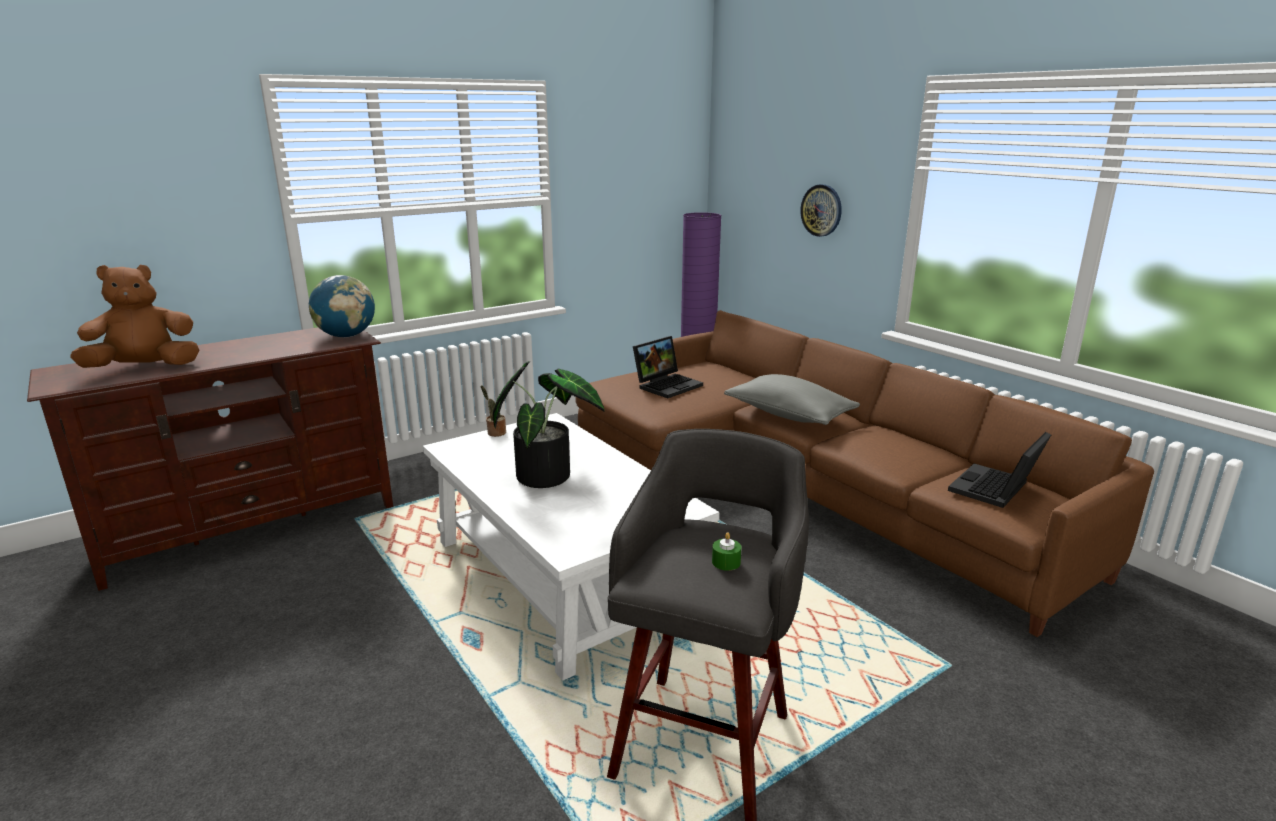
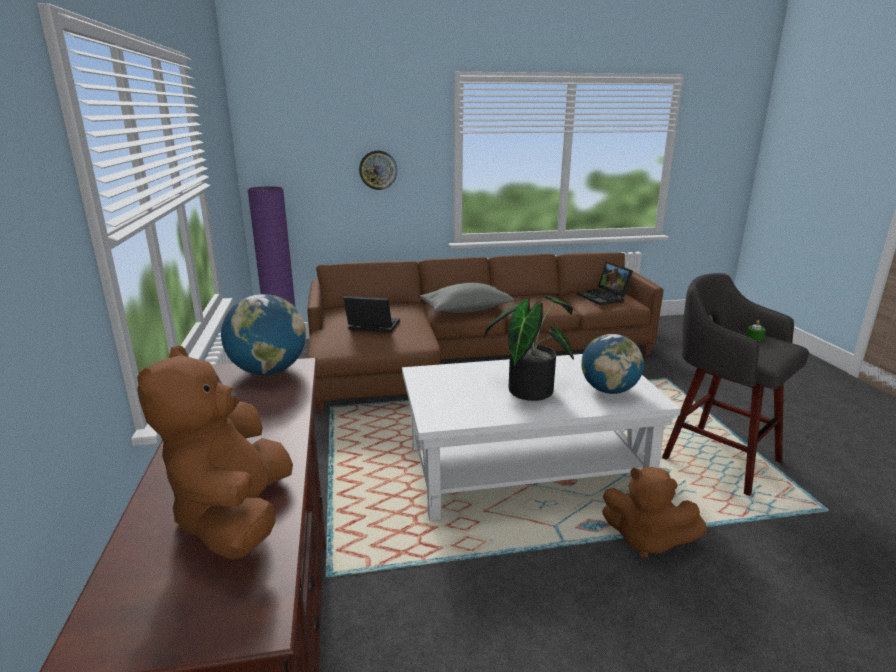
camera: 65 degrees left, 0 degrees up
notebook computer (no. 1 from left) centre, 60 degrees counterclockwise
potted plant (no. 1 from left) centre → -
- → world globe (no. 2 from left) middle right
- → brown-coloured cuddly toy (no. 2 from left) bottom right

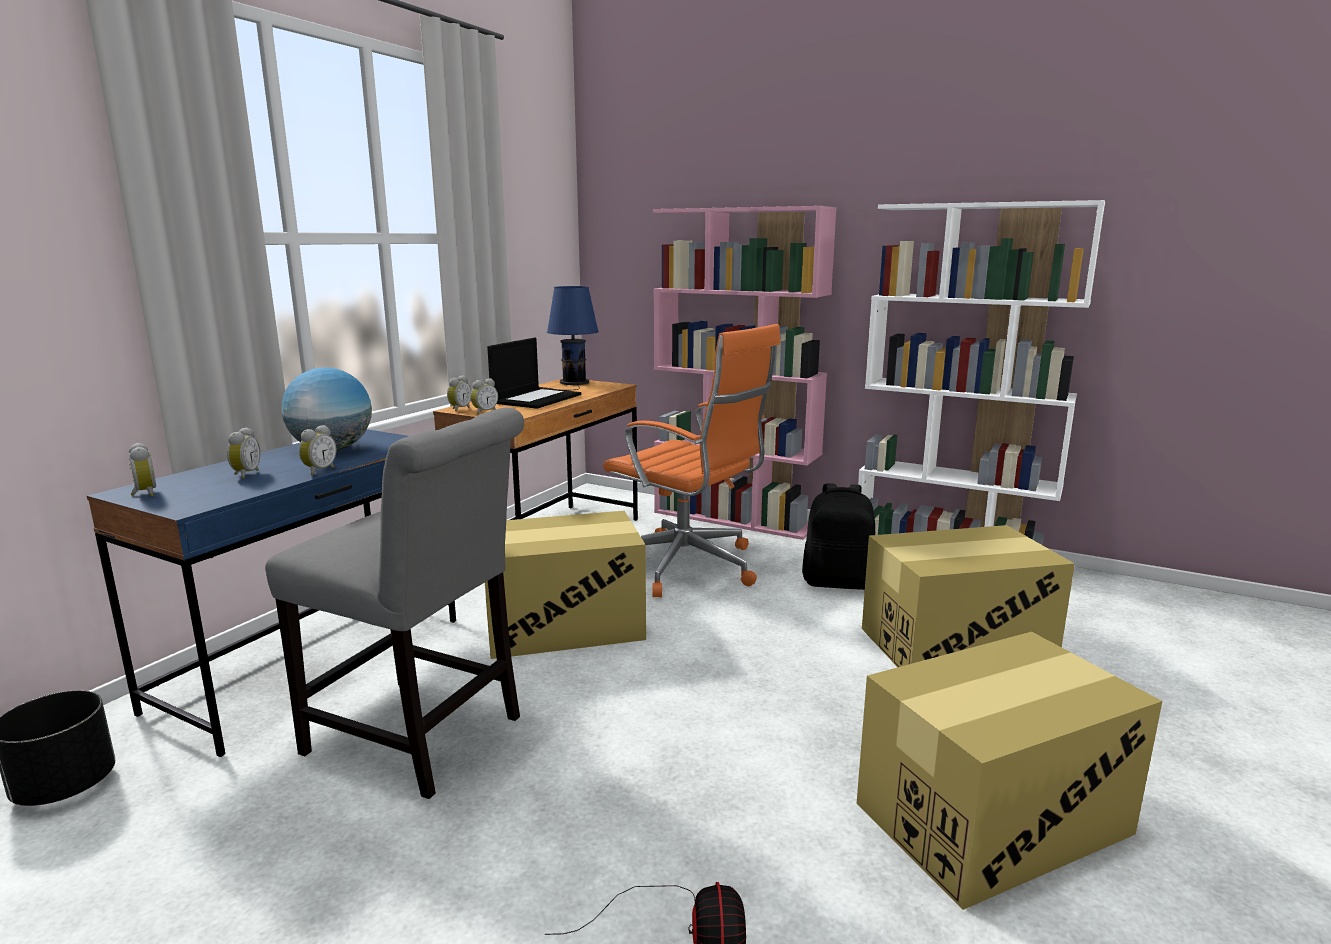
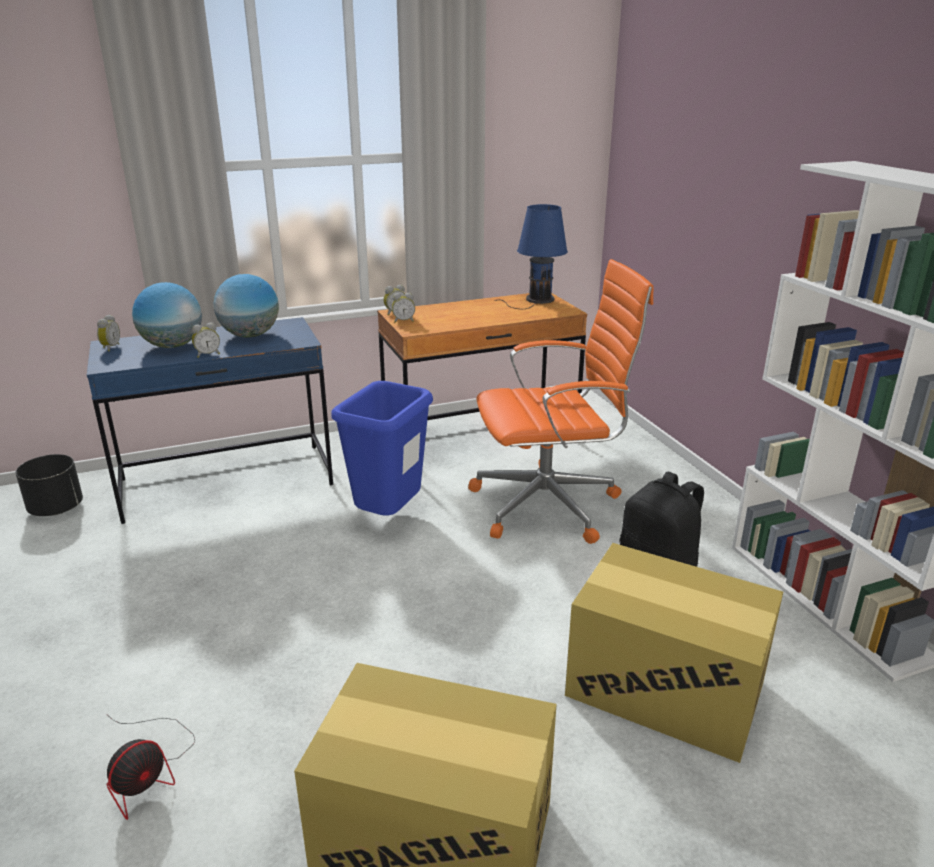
camera: 40 degrees right, 10 degrees up
pink shelving unit centre → -
orange-coloured office chair centre, 90 degrees counterclockwise
notebook computer centre → -
gray chair middle left → -
bedside clock (no. 2 from left) middle left → world globe (no. 1 from left) middle left
packing box (no. 1 from left) centre → blue-coloured trash can centre

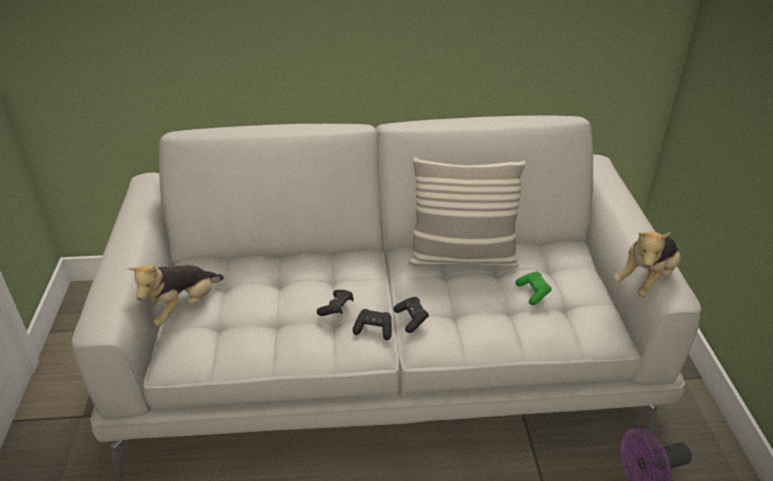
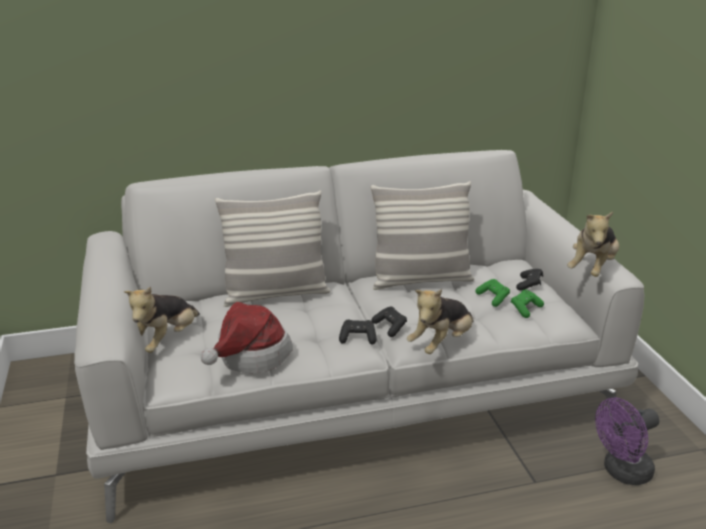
camera: 10 degrees left, 10 degrees down
black gamepad (no. 1 from left in the first image) centre → black gamepad (no. 3 from left) middle right, relocated
- → cushion (no. 1 from left) centre
- → cuddly toy (no. 2 from left) centre
- → green gamepad (no. 2 from left) middle right
- → wearable hat centre

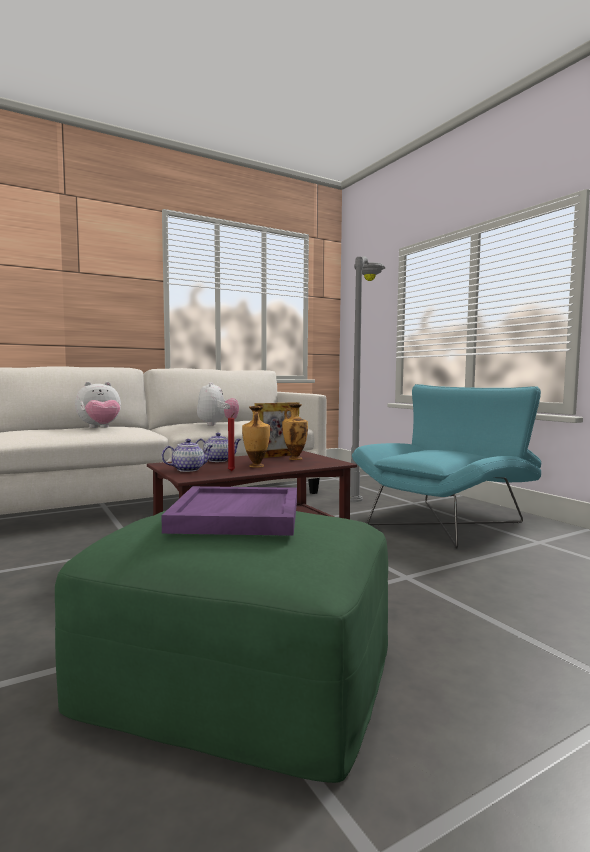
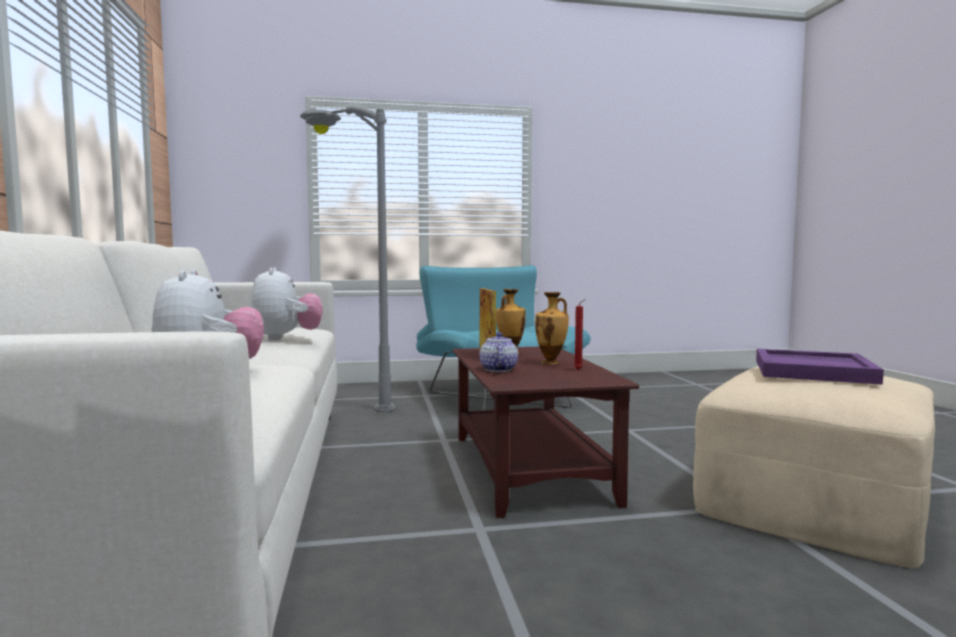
camera: 70 degrees left, 0 degrees up
cuddly toy (no. 2 from left) centre → cuddly toy (no. 2 from left) middle left, 60 degrees clockwise
tea pot (no. 1 from left) middle left → -
green footrest bottom centre → beige-coloured footrest bottom right

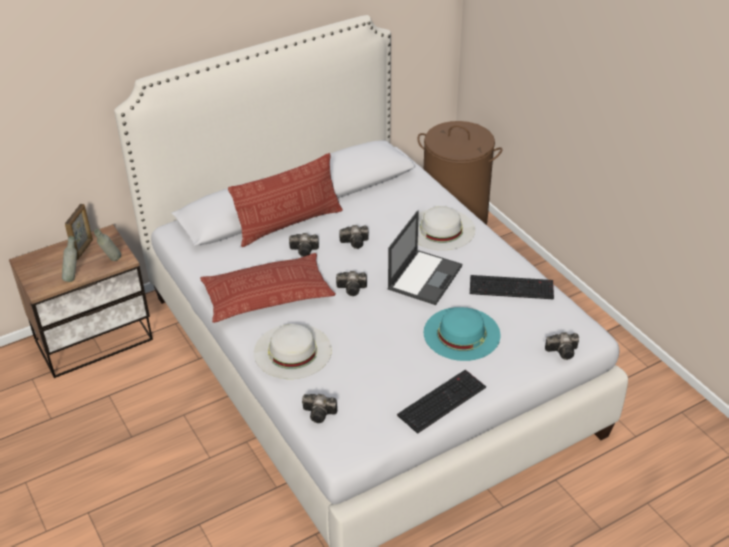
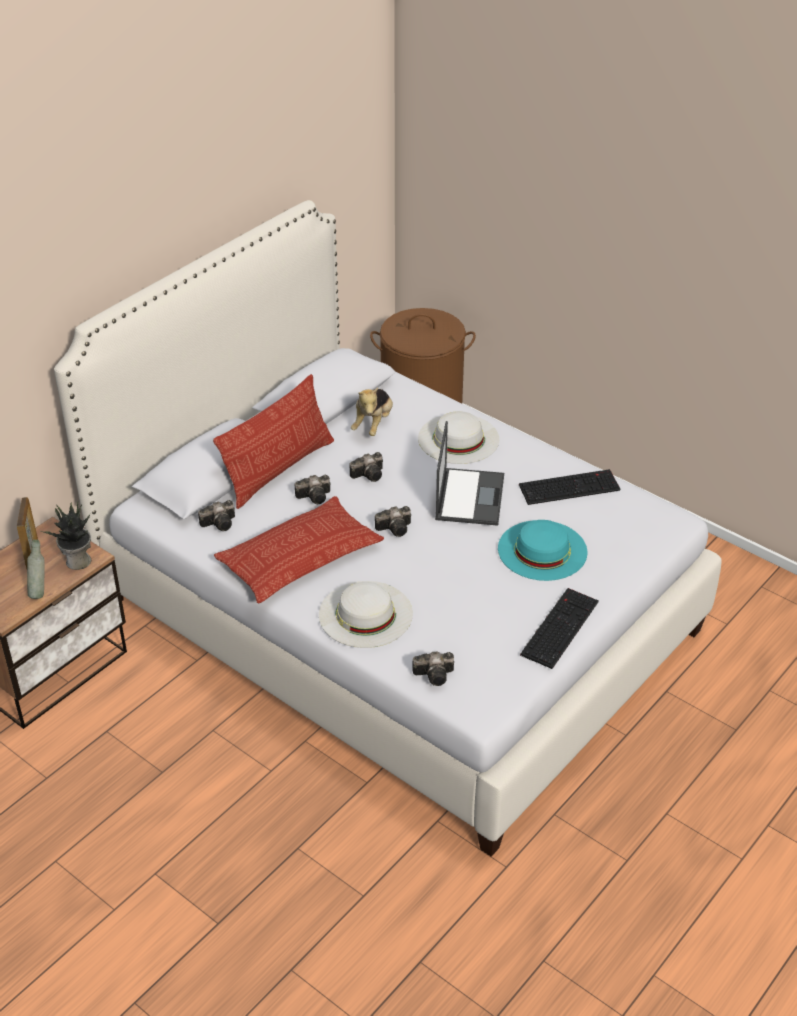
camera: 20 degrees left, 0 degrees up
gray bottle (no. 2 from left) middle left → potted plant middle left
still camera (no. 5 from left in the first image) middle right → still camera (no. 1 from left) middle left, relocated
- → cuddly toy centre

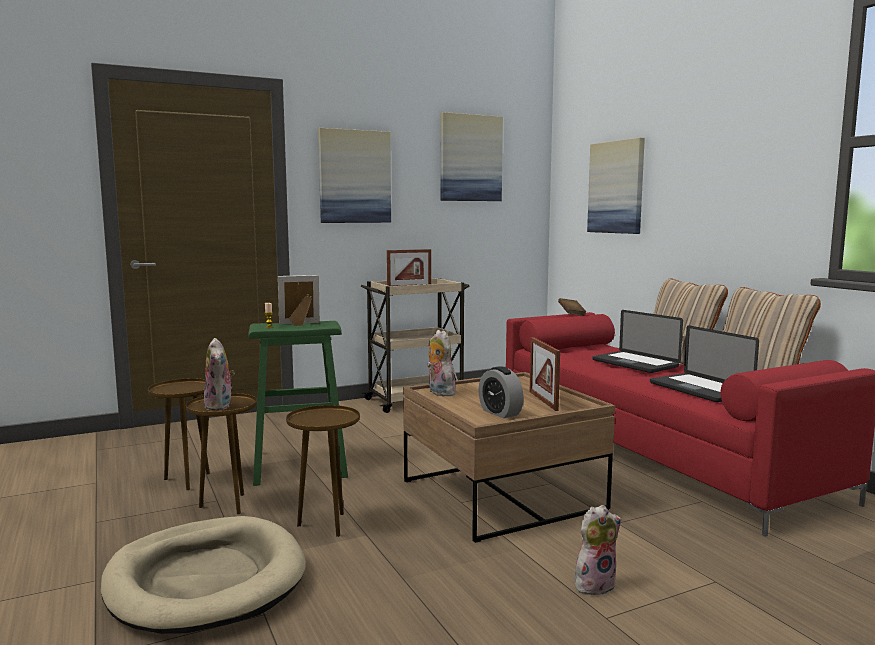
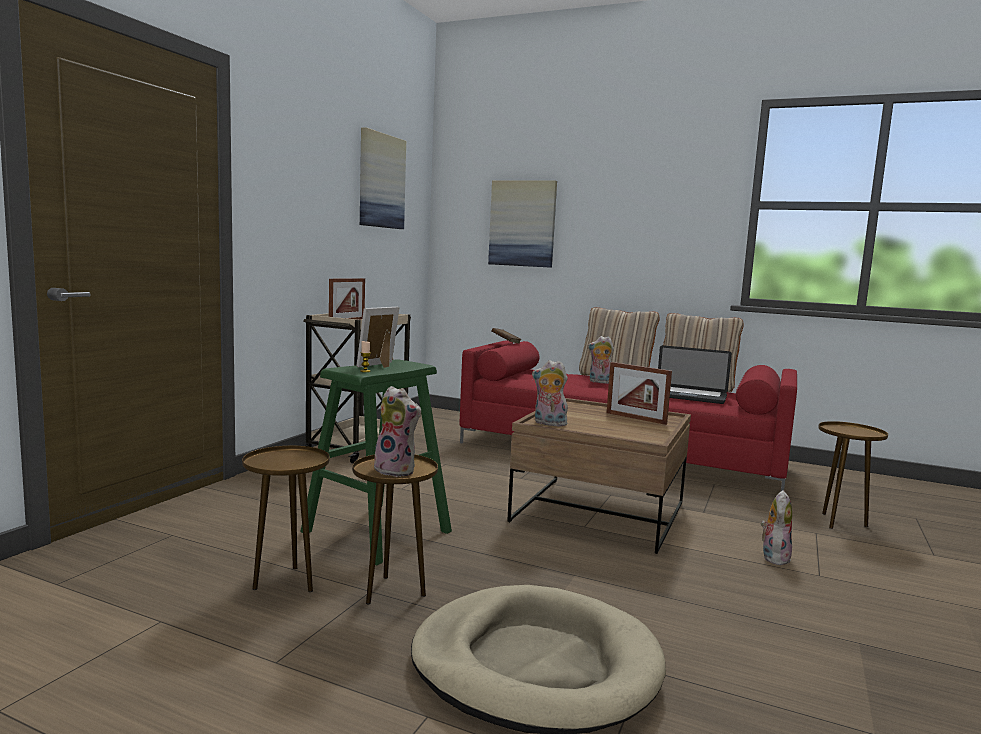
camera: 40 degrees left, 0 degrees up
wall art (no. 1 from left) top centre → -
notebook computer (no. 1 from left) middle right → cuddly toy (no. 3 from left) centre
bedside clock centre → -
brown-coloured side table (no. 3 from left) bottom centre → brown-coloured side table (no. 3 from left) middle right, relocated

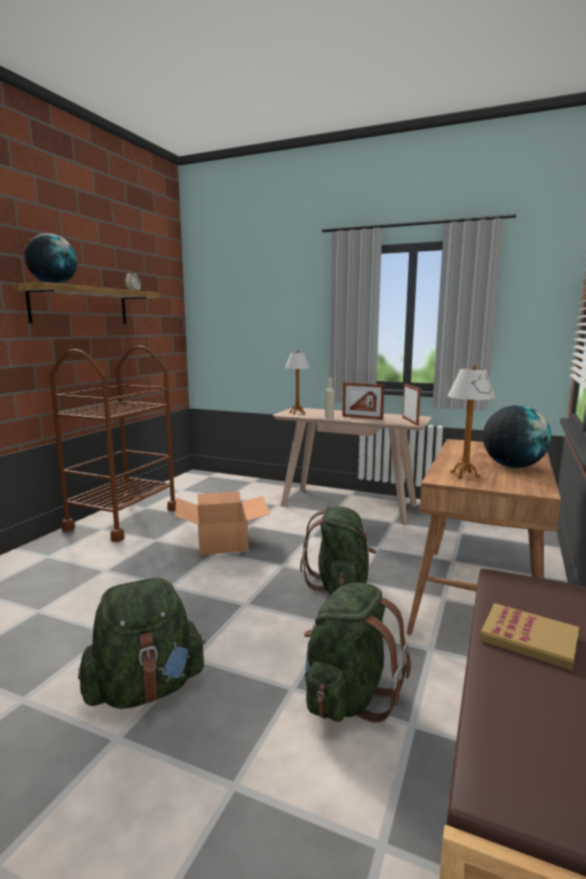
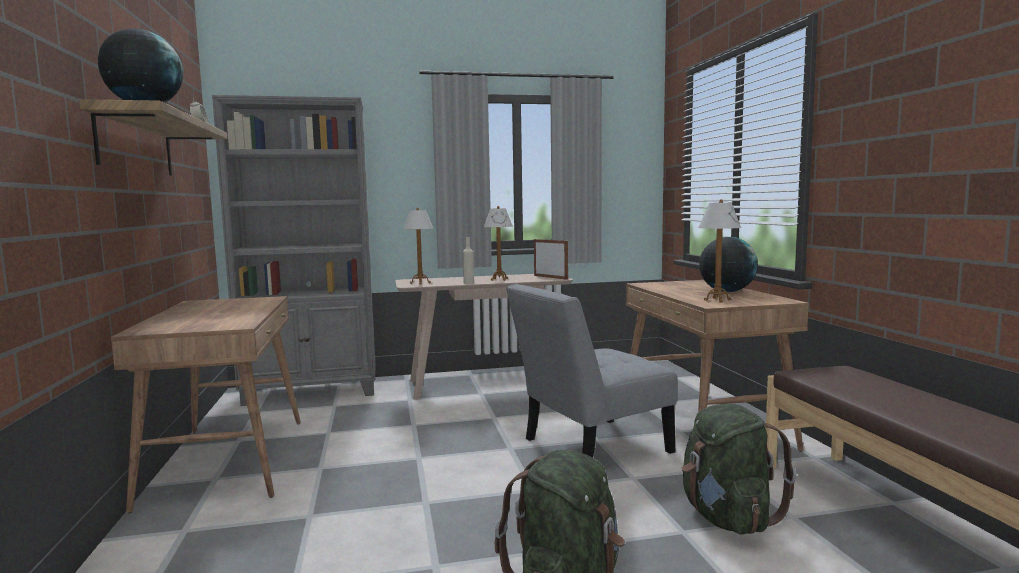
camera: 35 degrees left, 5 degrees down
brown-coloured cart middle left → brown-coloured desk (no. 1 from left) bottom left
standing frame (no. 1 from left) centre → tabletop lamp (no. 2 from left) centre
packing box centre → -
green knapsack (no. 2 from left) centre → gray chair centre
volume bottom right → -
- → gray shelving unit middle left

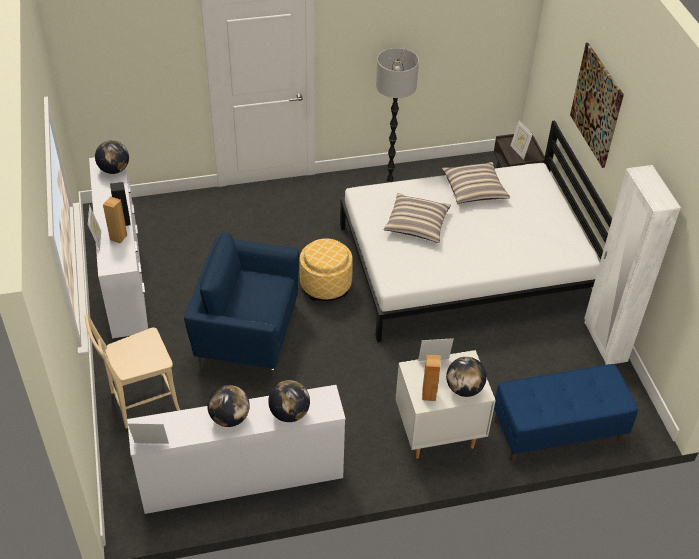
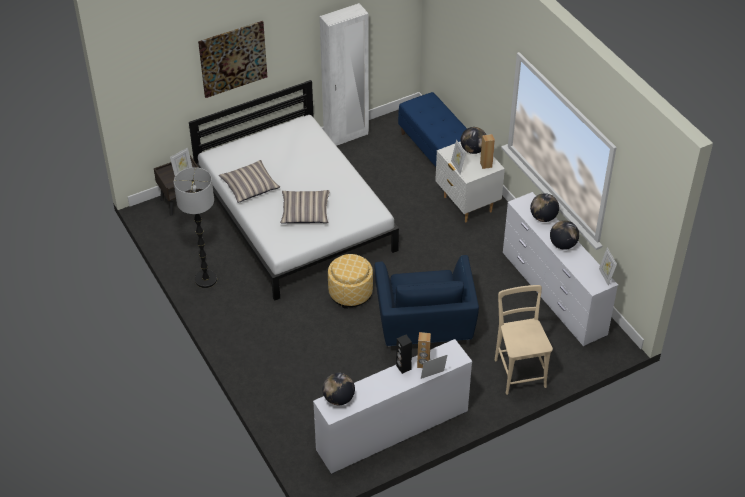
camera: 105 degrees left, 0 degrees up
beige-coloured chair middle left → beige-coloured chair bottom right, 150 degrees counterclockwise

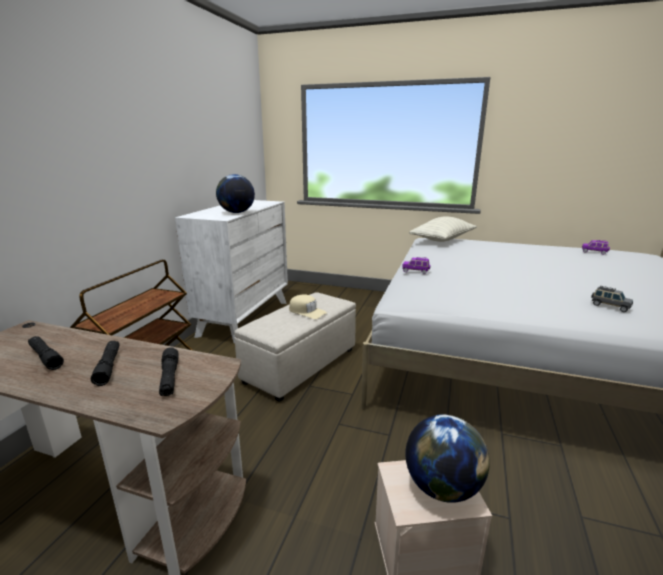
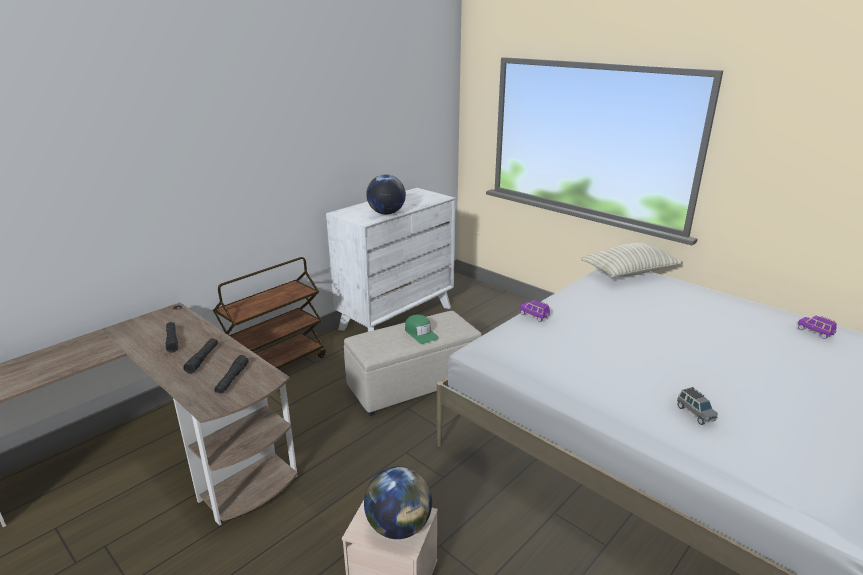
camera: 25 degrees right, 5 degrees up
beige-coloured cap centre → green cap centre

